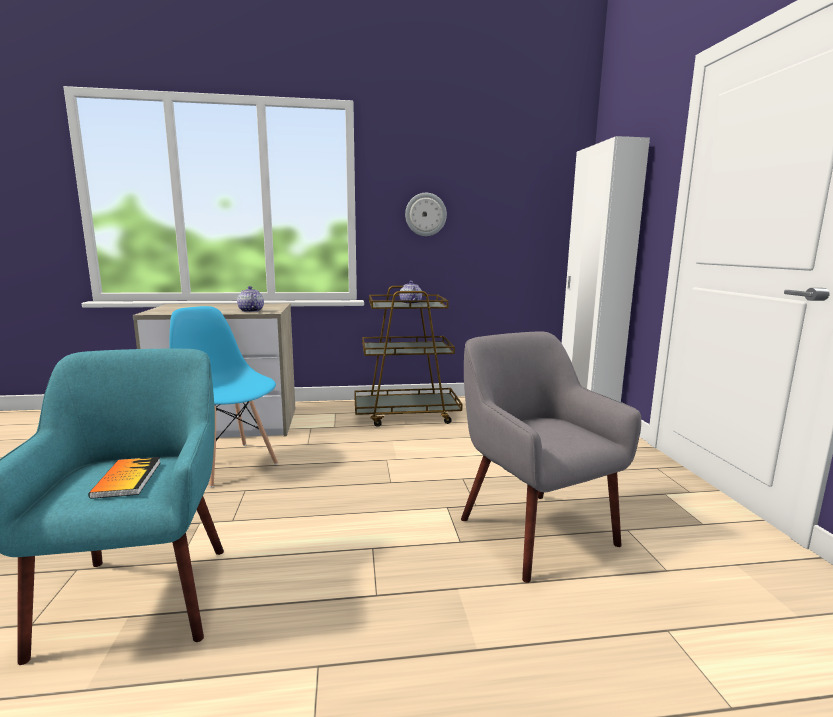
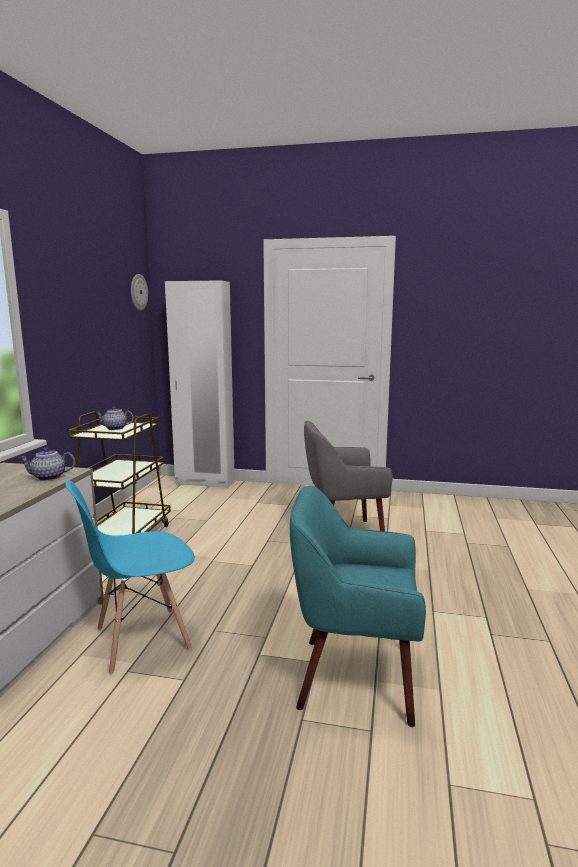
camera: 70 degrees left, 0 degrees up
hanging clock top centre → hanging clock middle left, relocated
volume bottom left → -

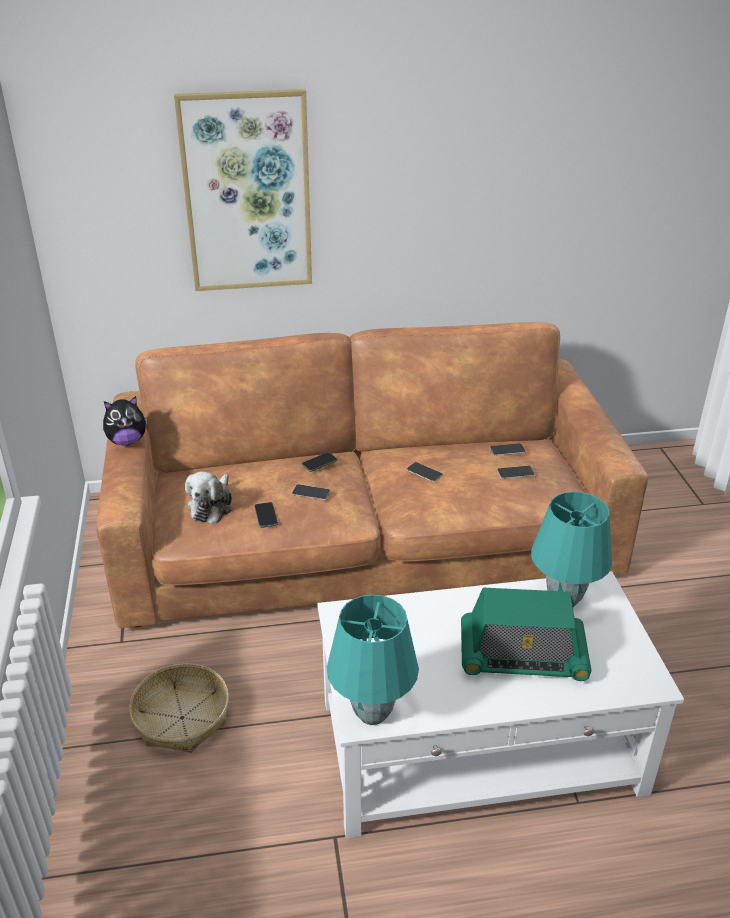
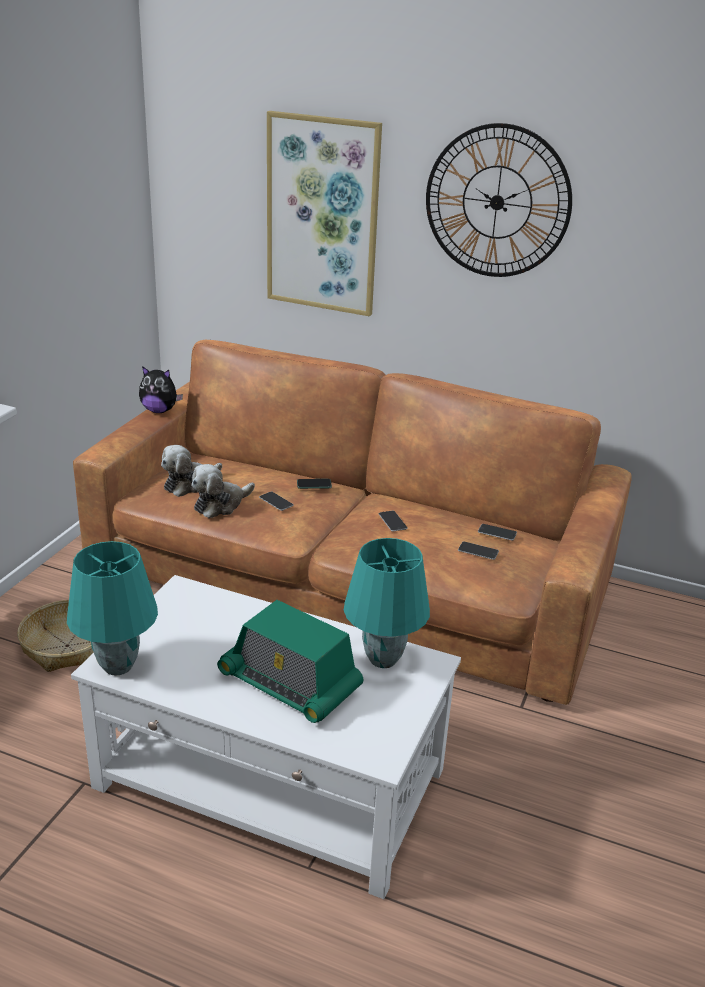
camera: 30 degrees right, 5 degrees down
telephone (no. 1 from left) centre → cuddly toy (no. 3 from left) middle left
- → hanging clock top right

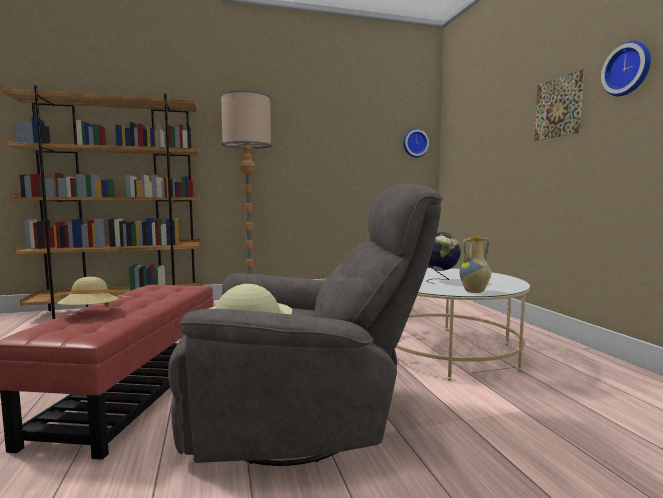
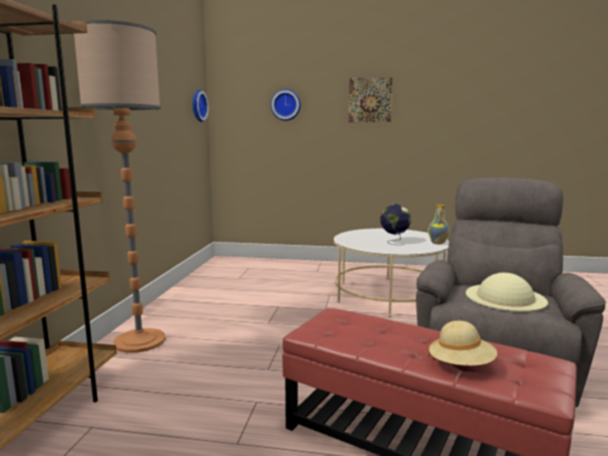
camera: 65 degrees left, 5 degrees up
hanging clock (no. 2 from left) top right → hanging clock (no. 2 from left) top centre, relocated

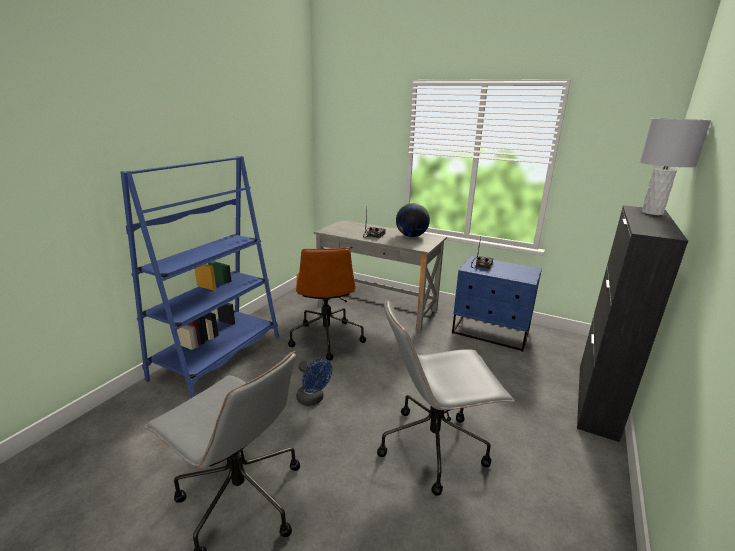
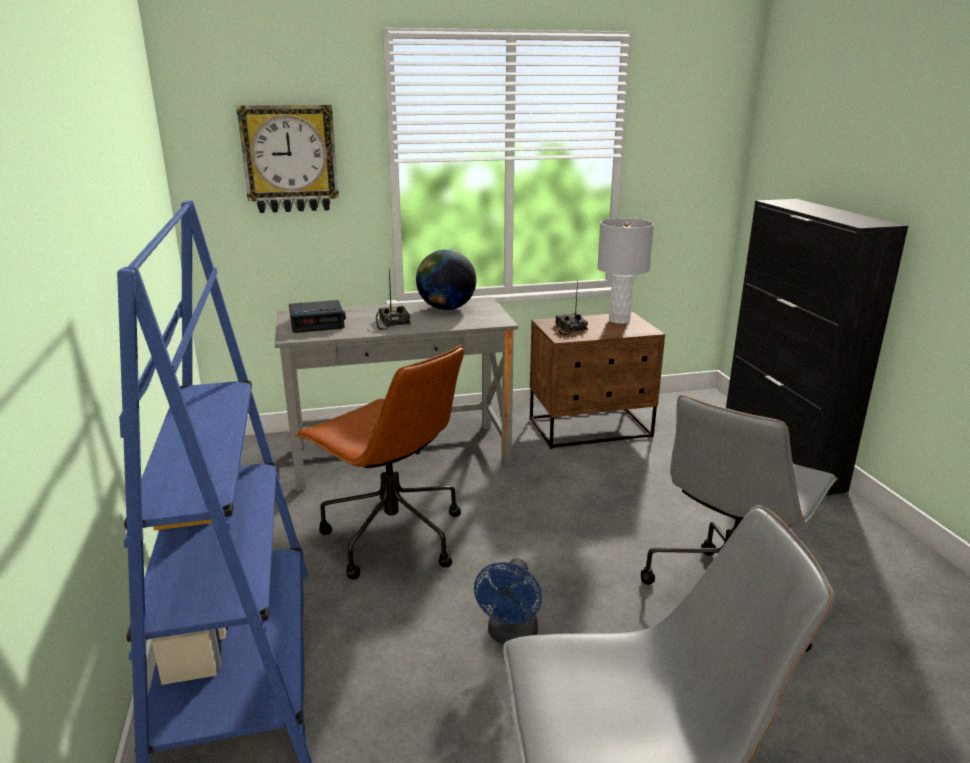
camera: 40 degrees left, 0 degrees up
gray tabletop lamp top right → gray tabletop lamp centre, relocated
blue-coloured nightstand middle right → brown-coloured nightstand centre
blue-coloured electric fan bottom centre, 105 degrees clockwise
- → hanging clock top left
- → bedside clock middle left

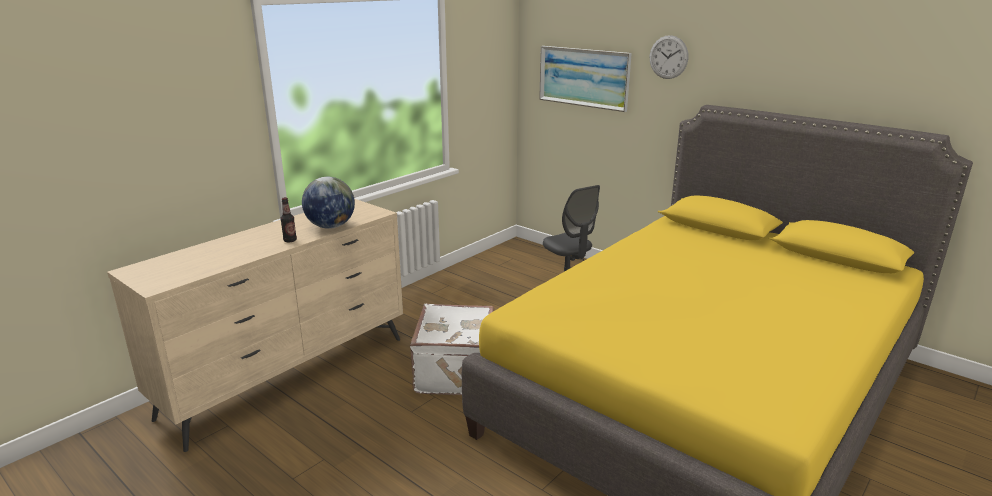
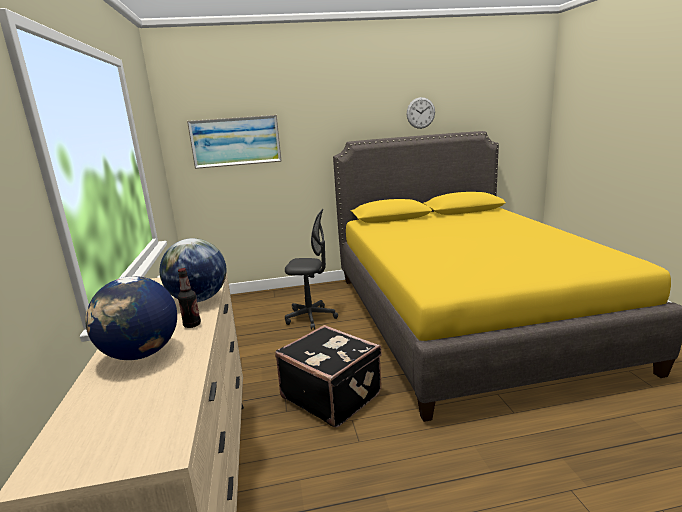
camera: 50 degrees left, 5 degrees down
hanging clock top right → hanging clock top centre, relocated
whitish suitcase bottom centre → black suitcase bottom centre
- → world globe (no. 1 from left) middle left

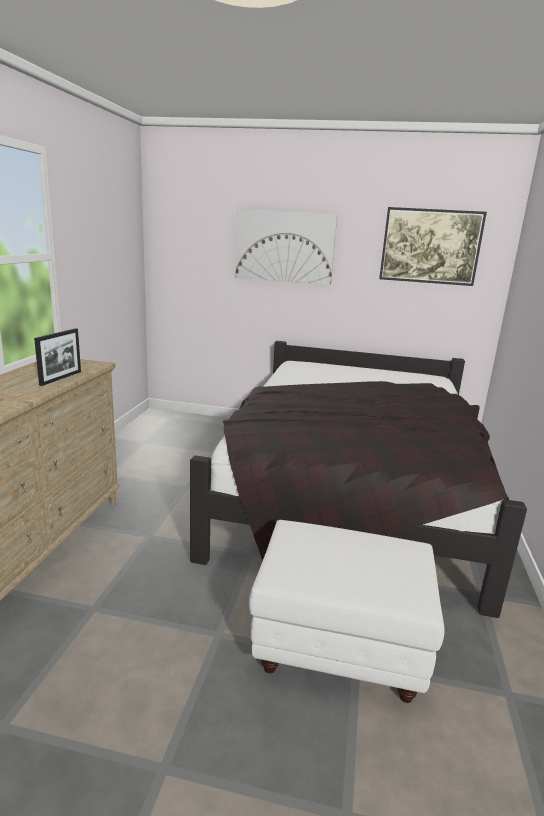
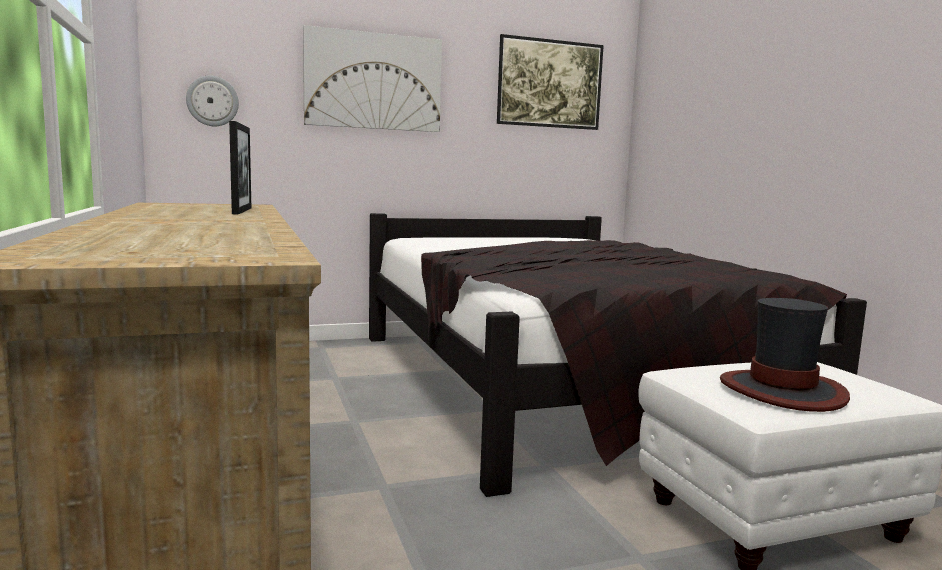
camera: 30 degrees left, 10 degrees down
- → hanging clock top left
- → wearable hat middle right

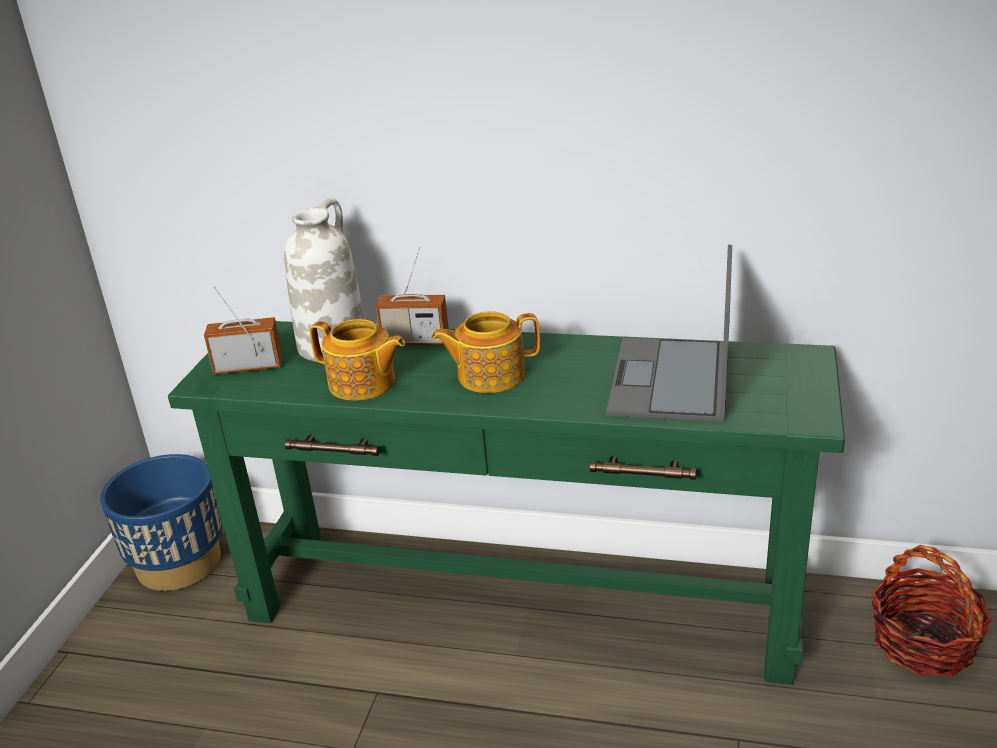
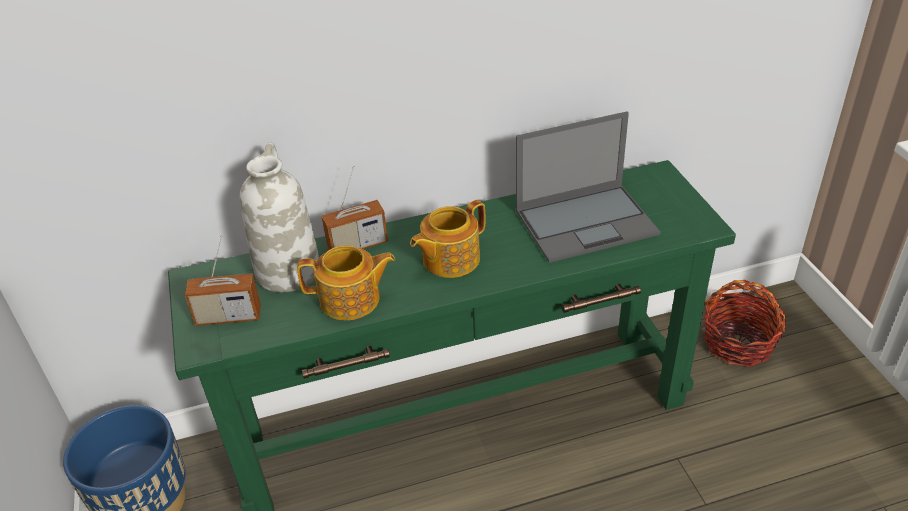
camera: 30 degrees left, 10 degrees up
notebook computer middle right → notebook computer centre, 90 degrees counterclockwise
radio receiver (no. 1 from left) middle left, 150 degrees counterclockwise

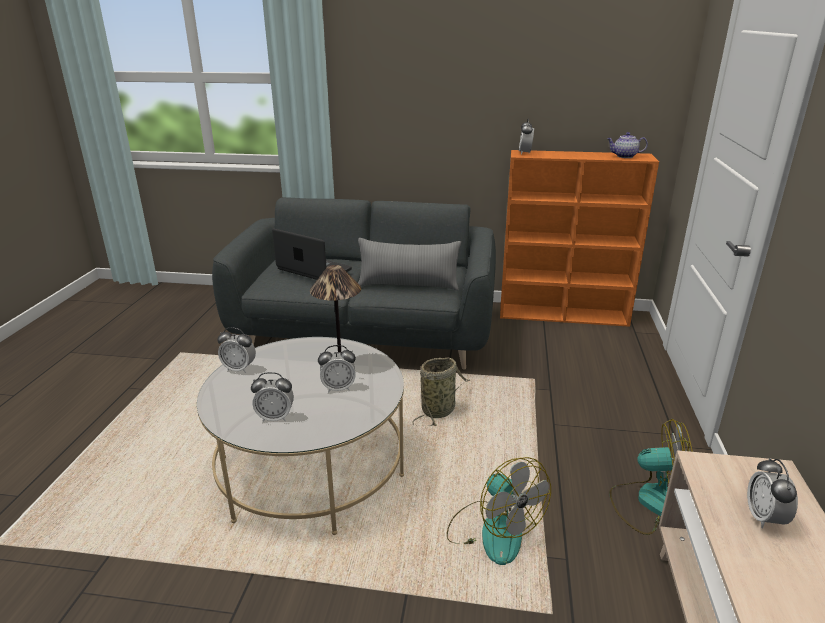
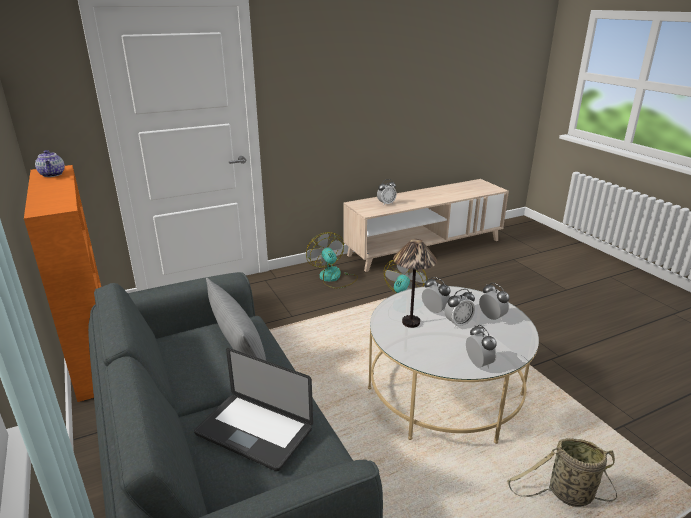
camera: 125 degrees left, 0 degrees up
bedside clock (no. 4 from left in the first image) top centre → bedside clock (no. 3 from left) centre, relocated
notebook computer centre → notebook computer bottom centre, 60 degrees counterclockwise
basket centre → basket bottom right, relocated

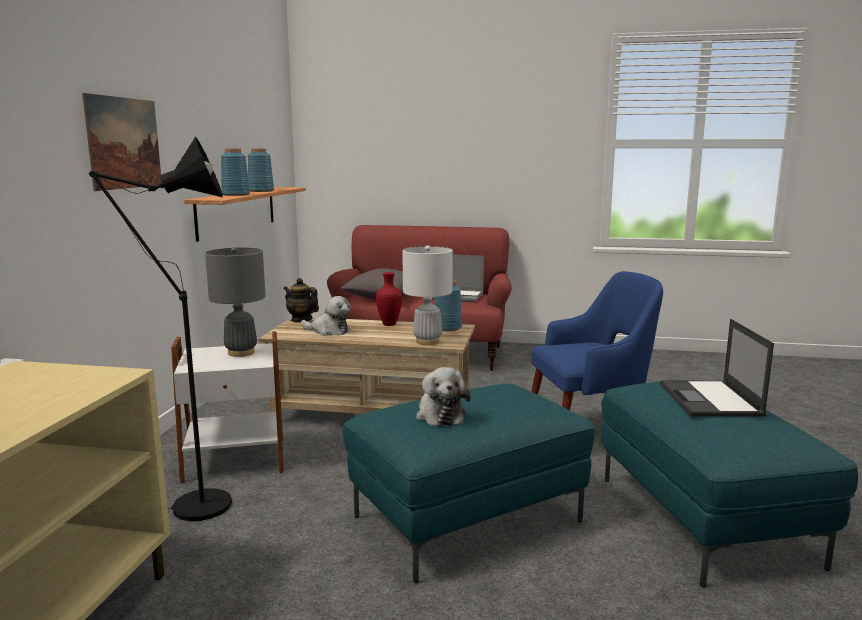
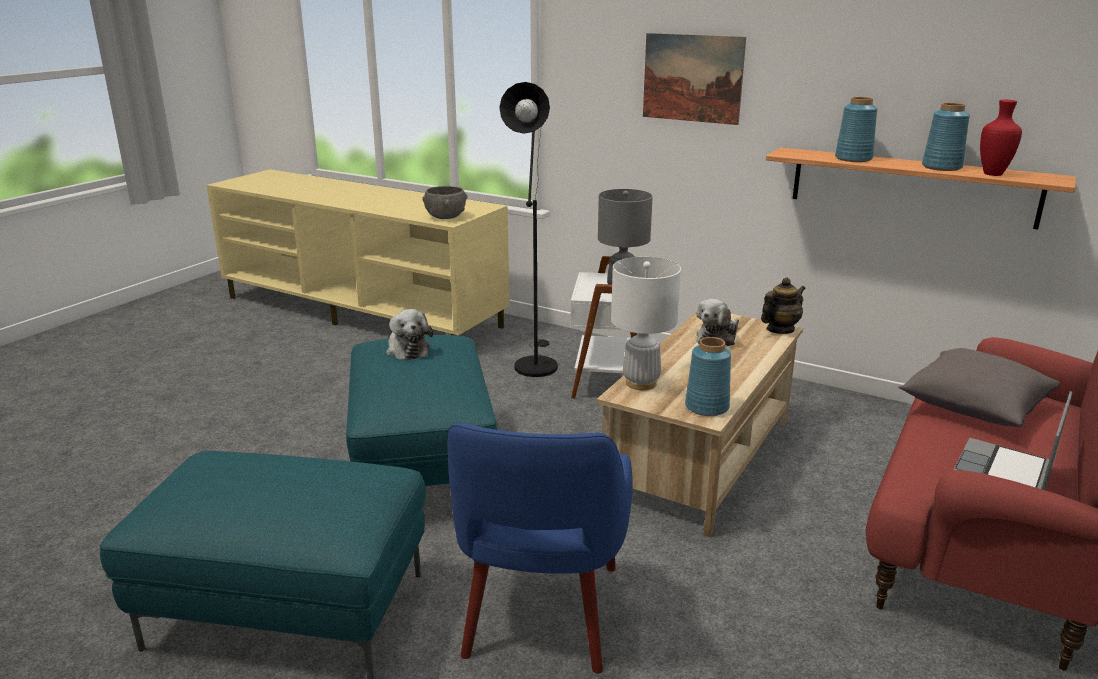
camera: 110 degrees right, 10 degrees up
reddish vase centre → reddish vase top right, relocated
notebook computer (no. 2 from left) middle right → -
cuddly toy (no. 2 from left in the first image) centre → cuddly toy (no. 1 from left) centre, 120 degrees counterclockwise
- → gray bowl top centre

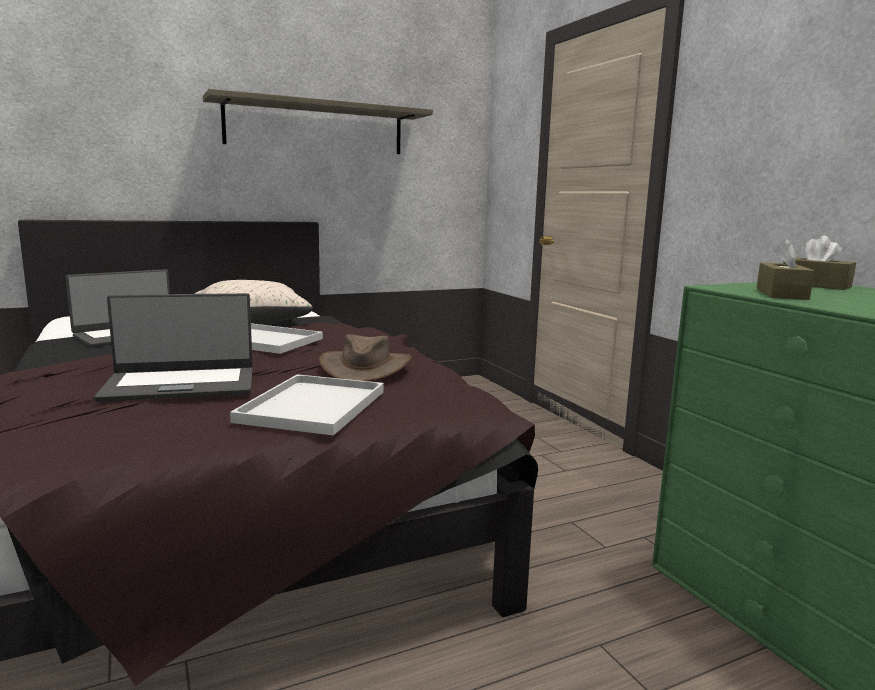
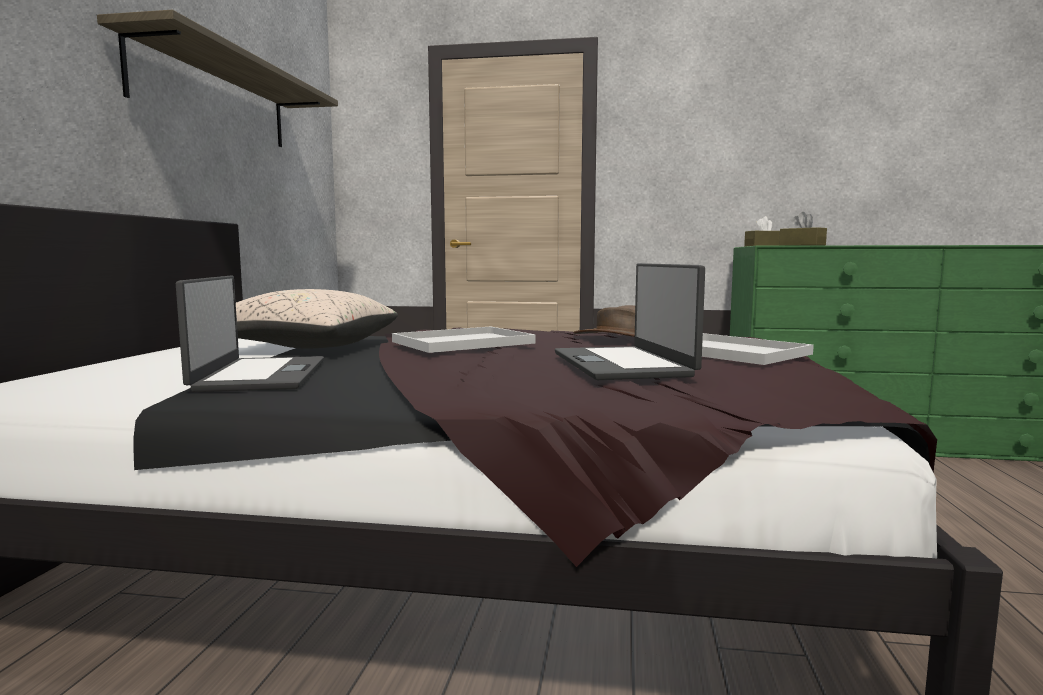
camera: 55 degrees left, 5 degrees down
notebook computer (no. 2 from left) middle left → notebook computer (no. 2 from left) centre, 150 degrees clockwise

